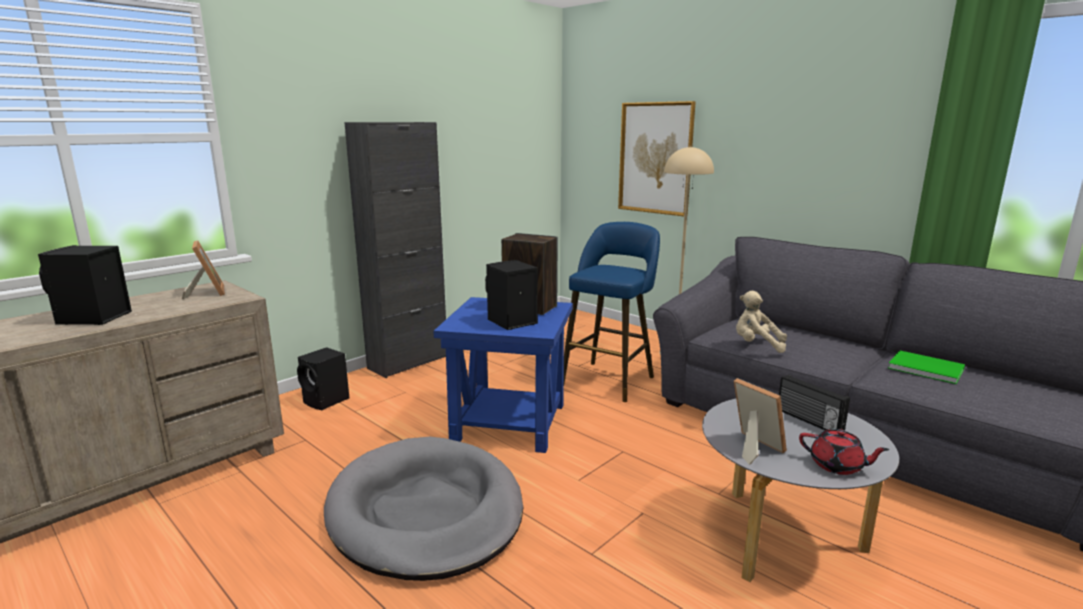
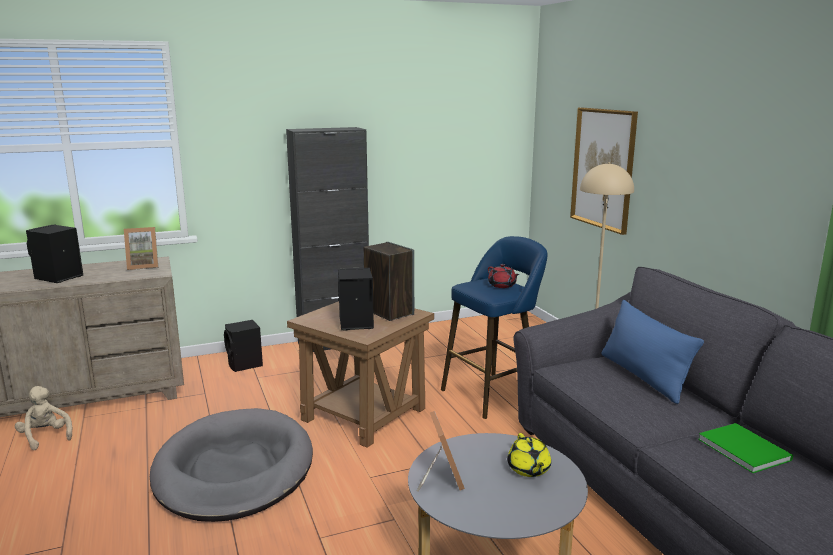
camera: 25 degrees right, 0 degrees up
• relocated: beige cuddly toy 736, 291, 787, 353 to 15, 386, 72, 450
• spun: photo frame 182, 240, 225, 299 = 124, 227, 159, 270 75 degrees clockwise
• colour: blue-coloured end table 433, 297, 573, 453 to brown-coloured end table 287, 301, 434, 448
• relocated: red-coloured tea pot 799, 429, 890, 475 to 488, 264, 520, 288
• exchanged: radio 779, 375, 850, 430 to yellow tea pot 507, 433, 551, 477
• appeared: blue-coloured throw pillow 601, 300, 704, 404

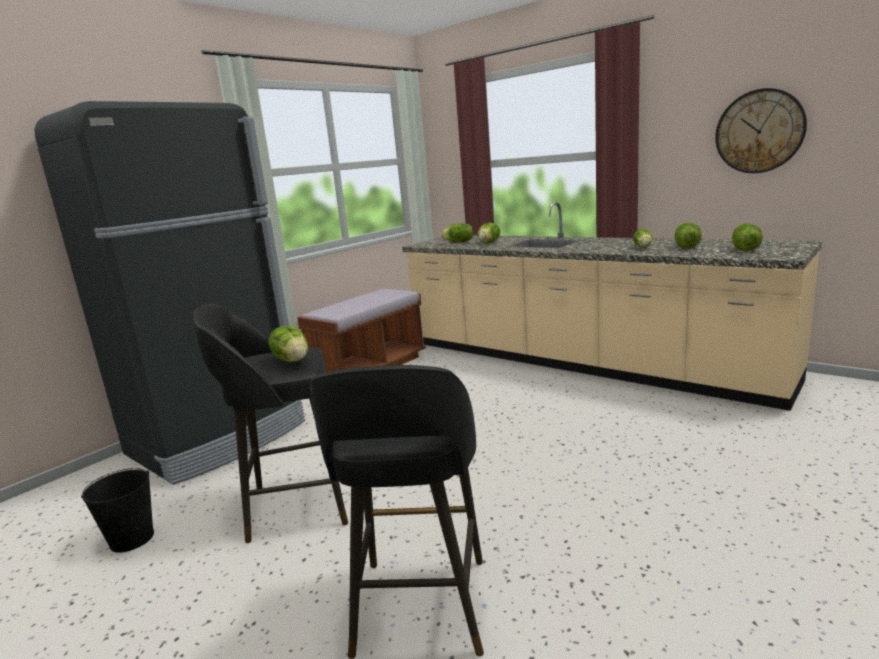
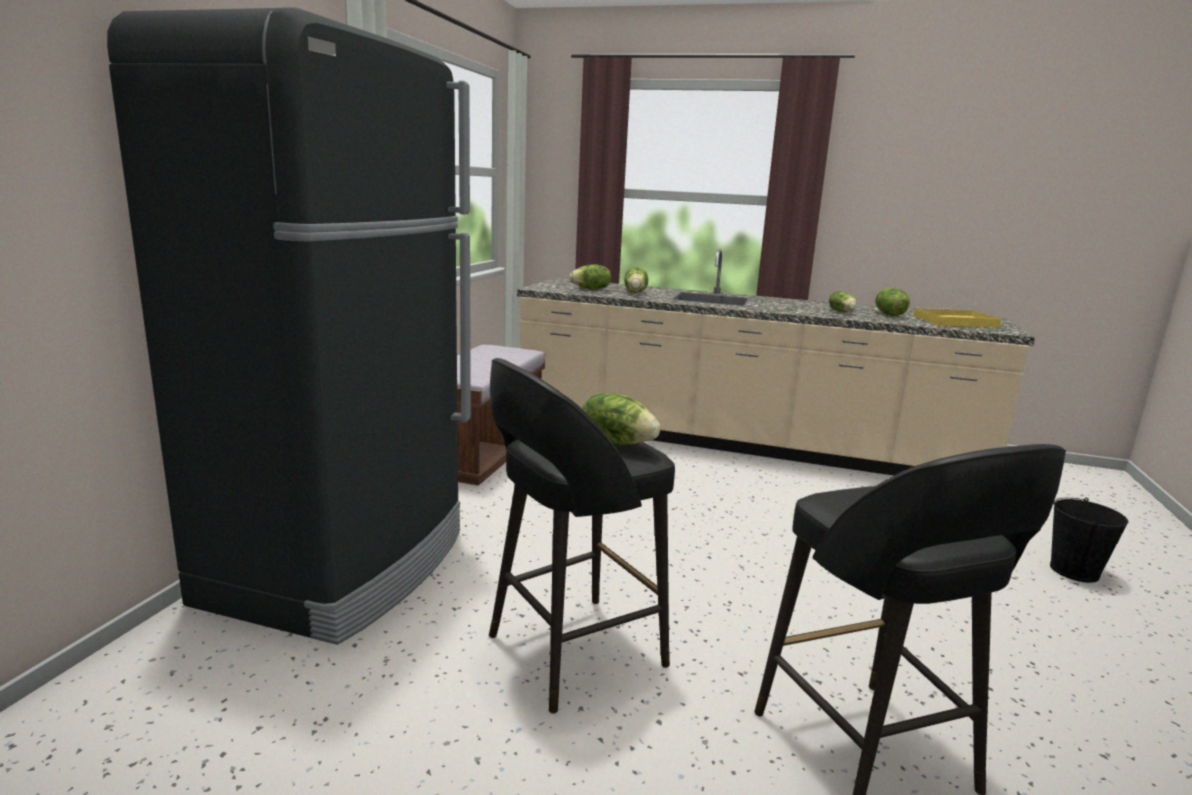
camera: 25 degrees left, 0 degrees up
• exchanged: lettuce 732, 223, 763, 251 to yellow serving tray 913, 308, 1002, 328
• relocated: black water bucket 81, 468, 154, 553 to 1050, 498, 1128, 583
• missing: wall clock 715, 88, 807, 173

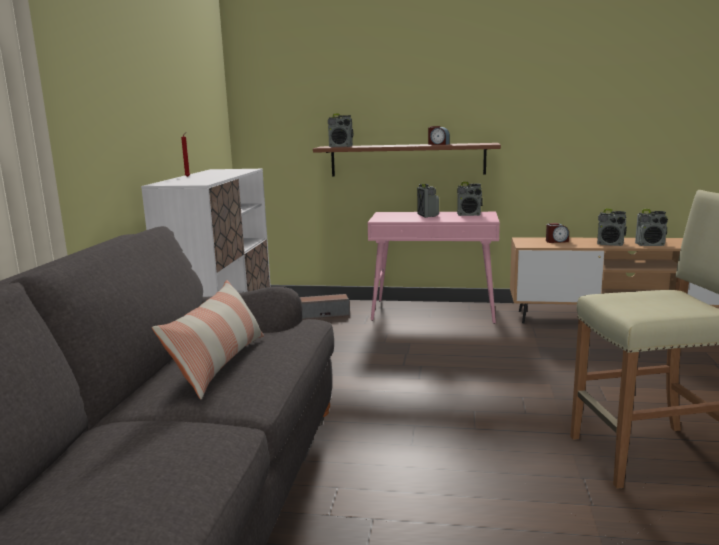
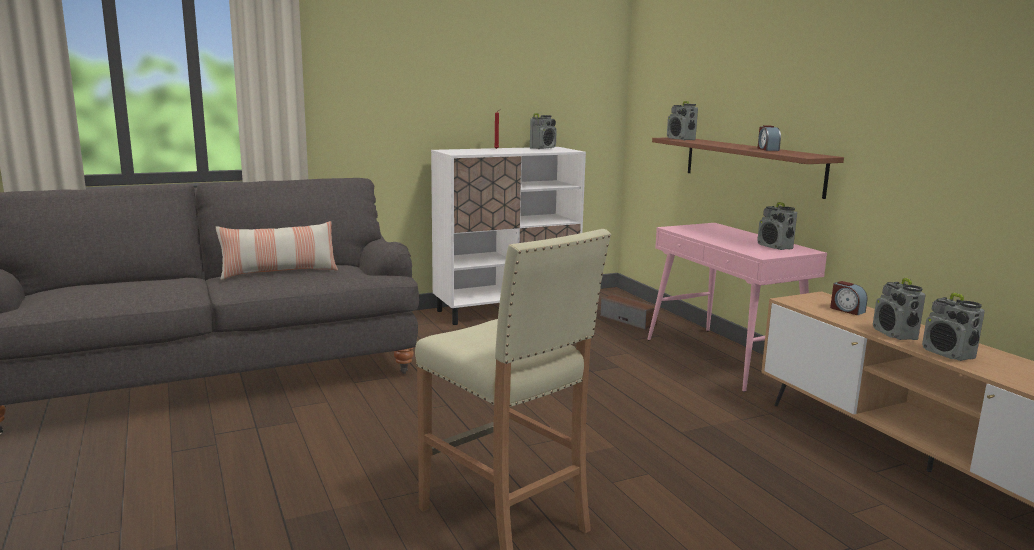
camera: 55 degrees right, 0 degrees up
• relocated: radio 417, 184, 439, 218 to 530, 113, 557, 149

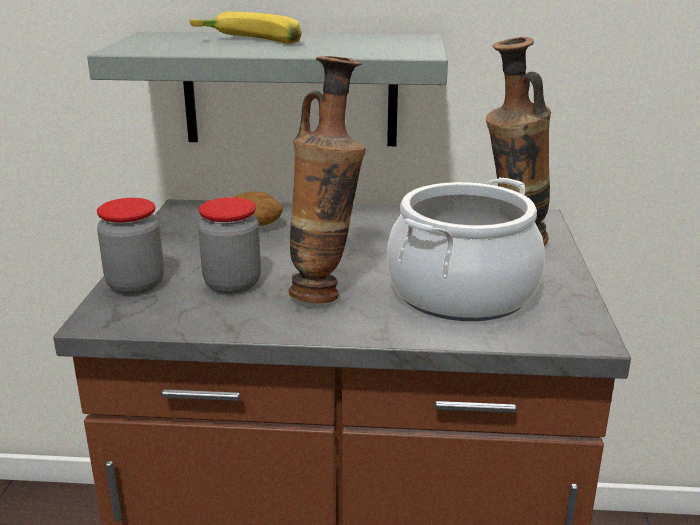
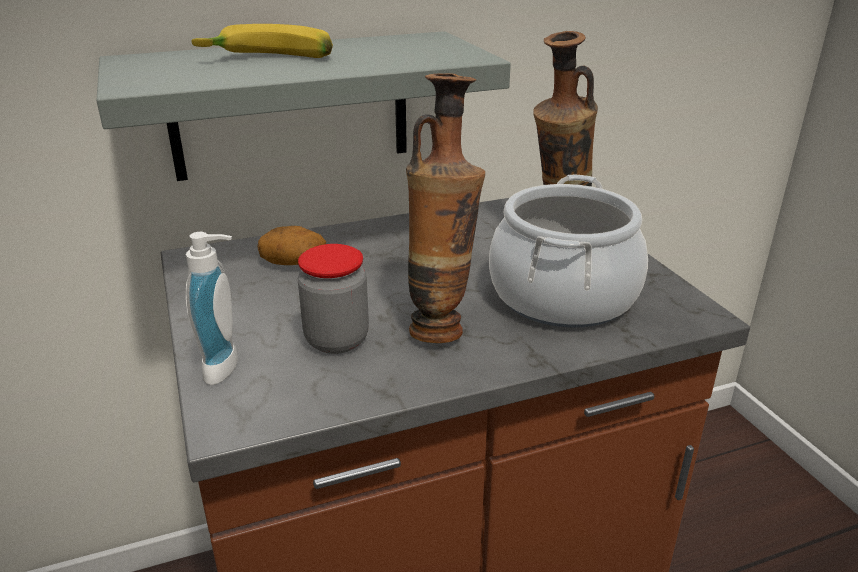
camera: 25 degrees left, 5 degrees up
• exchanged: storage jar 97, 198, 164, 294 to soap bottle 186, 232, 238, 385

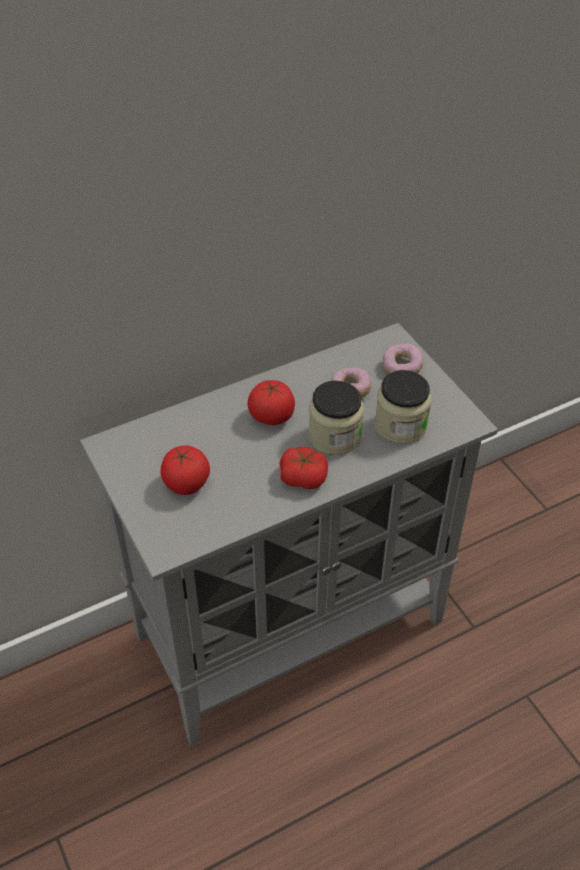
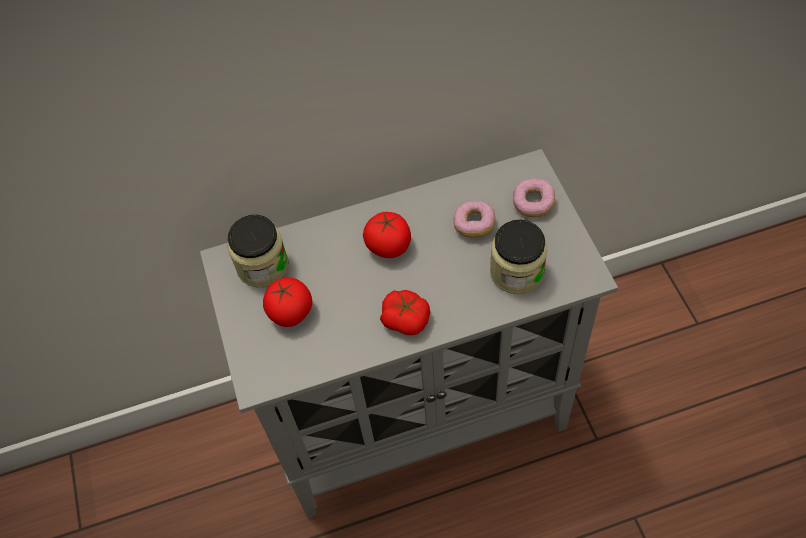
camera: 15 degrees right, 10 degrees up
• relocated: storage jar 309, 381, 364, 455 to 228, 215, 289, 287

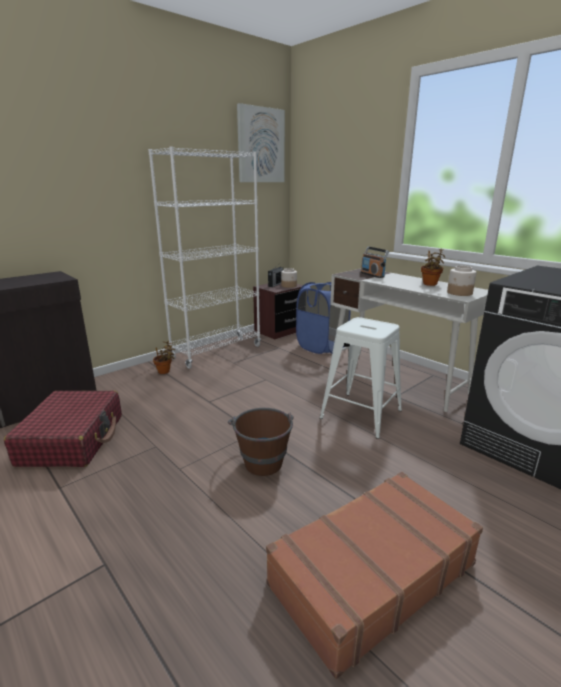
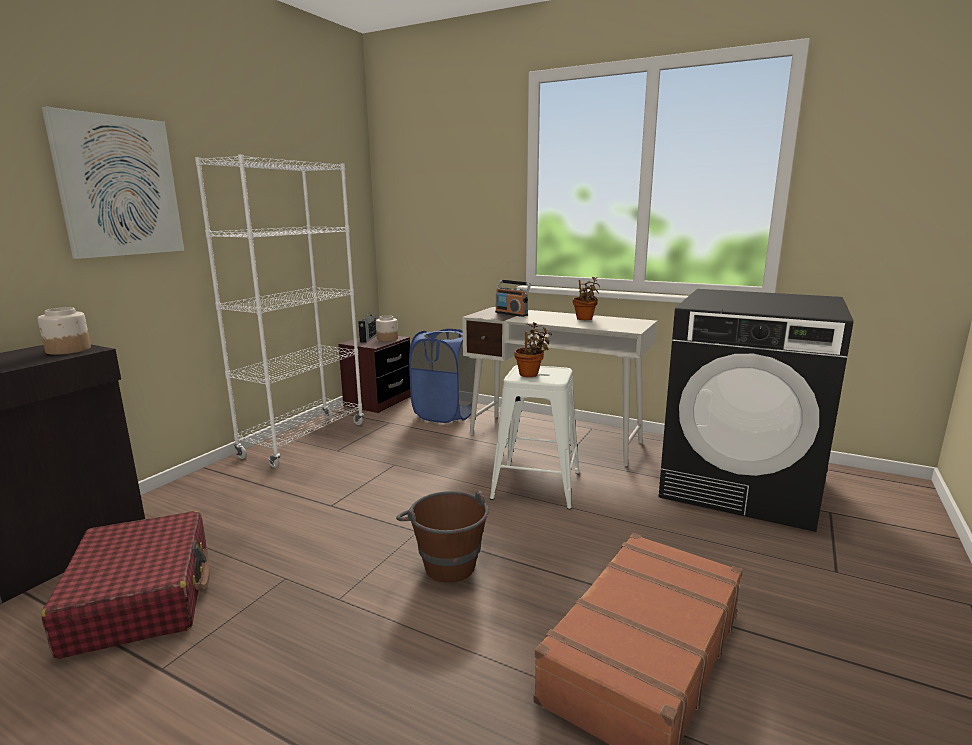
camera: 20 degrees left, 5 degrees down
• relocated: storage jar 447, 266, 476, 296 to 38, 307, 91, 355
• relocated: wall picture 237, 103, 285, 182 to 42, 107, 184, 259
• relocated: potted plant 153, 341, 175, 374 to 514, 322, 552, 377

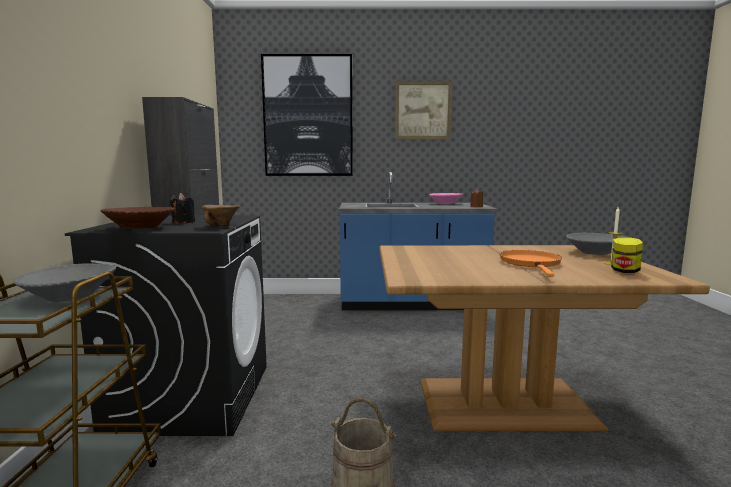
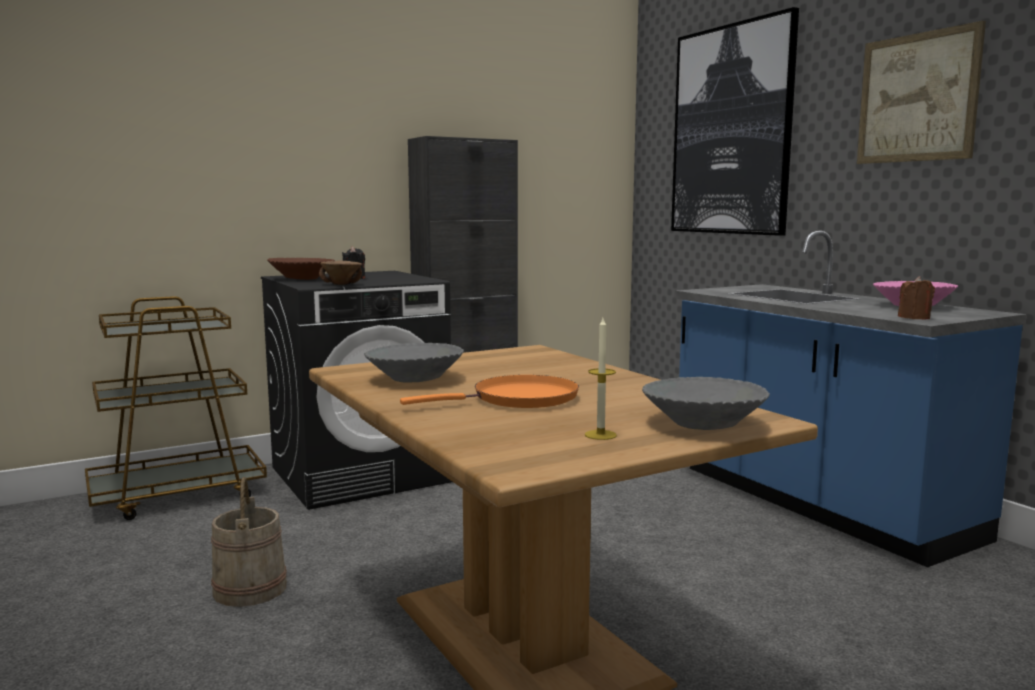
camera: 60 degrees right, 0 degrees up
• relocated: greyish deep dish 14, 263, 116, 302 to 364, 343, 464, 383
• missing: storage jar 611, 237, 643, 273

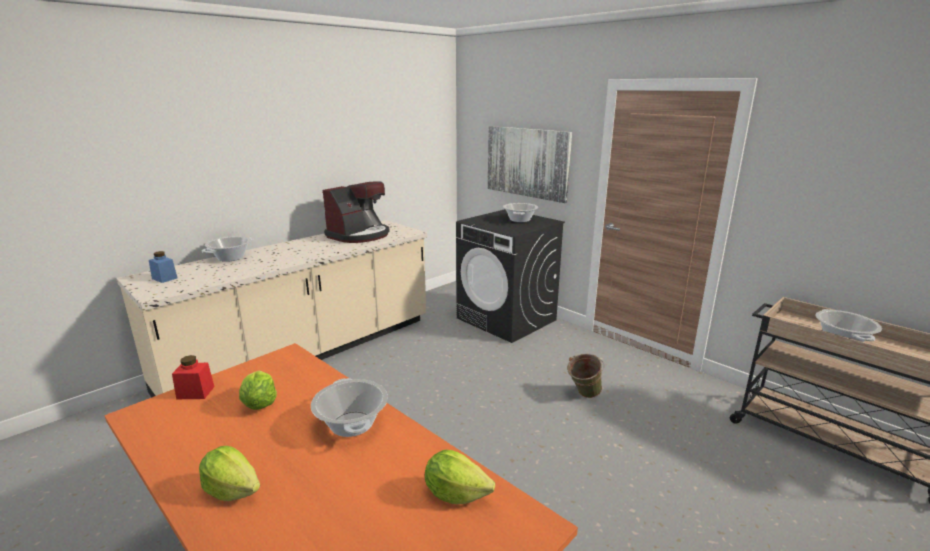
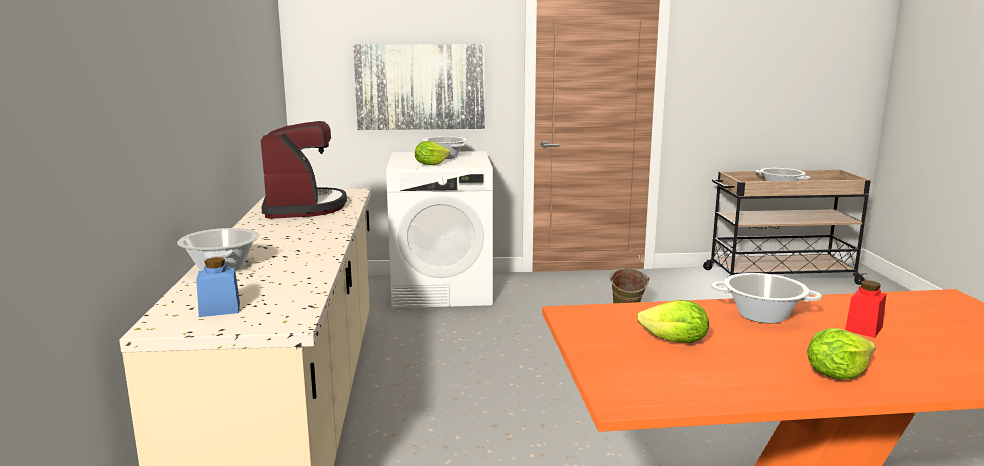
camera: 50 degrees left, 5 degrees down
• colour: black washing machine 456, 209, 565, 343 to whitish washing machine 386, 151, 493, 308
• relocated: lettuce 425, 450, 495, 504 to 415, 141, 450, 165
• relocated: red-coloured storage jar 172, 355, 215, 399 to 845, 280, 886, 338

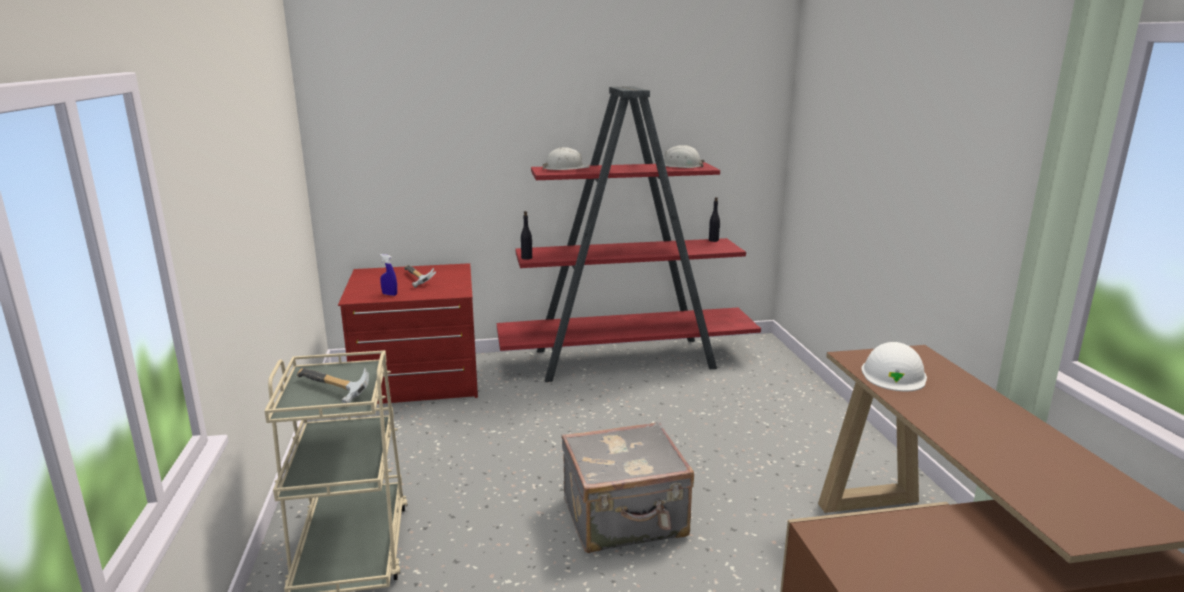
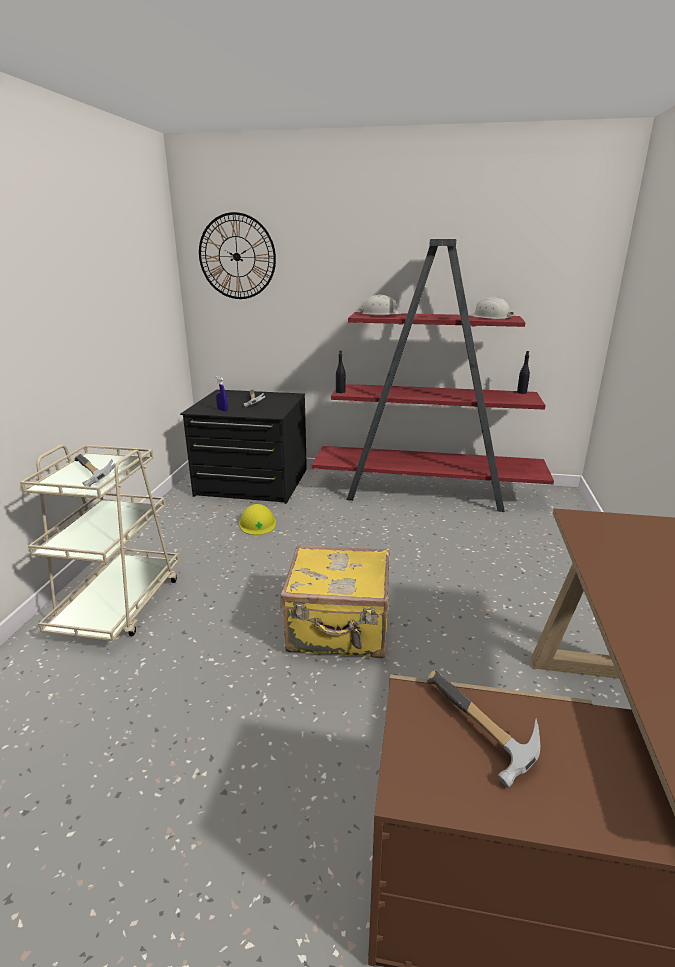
camera: 20 degrees right, 5 degrees up
• colour: red-coloured chest of drawers 338, 263, 478, 404 to black chest of drawers 180, 390, 307, 504
• appeared: wall clock 199, 212, 276, 299
• appeared: yellow hard hat 239, 504, 276, 535
• colour: greyish suitcase 561, 421, 694, 553 to yellow suitcase 281, 545, 390, 658
• appeared: hammer 427, 670, 540, 788
• missing: whitish hard hat 861, 342, 927, 391

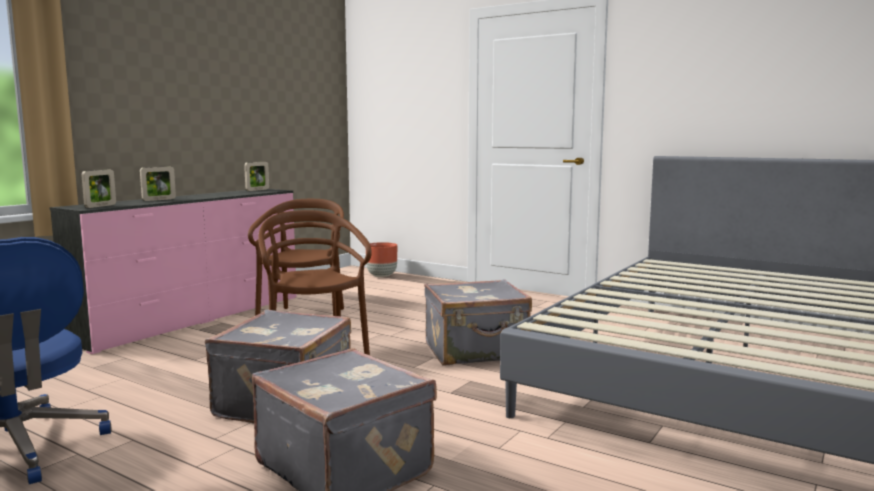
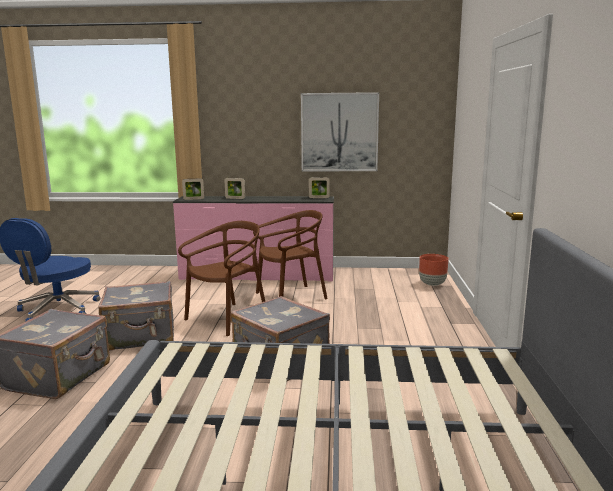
camera: 60 degrees right, 5 degrees up
• appeared: wall picture 301, 92, 379, 171

